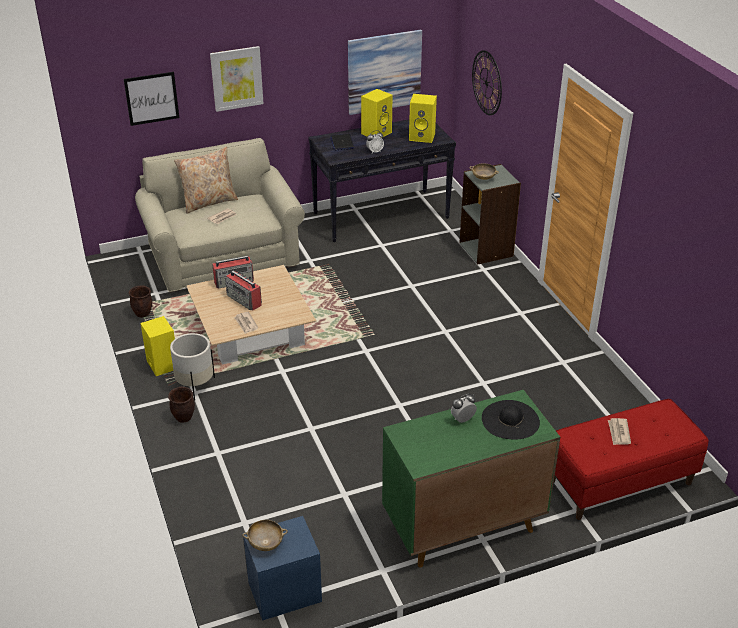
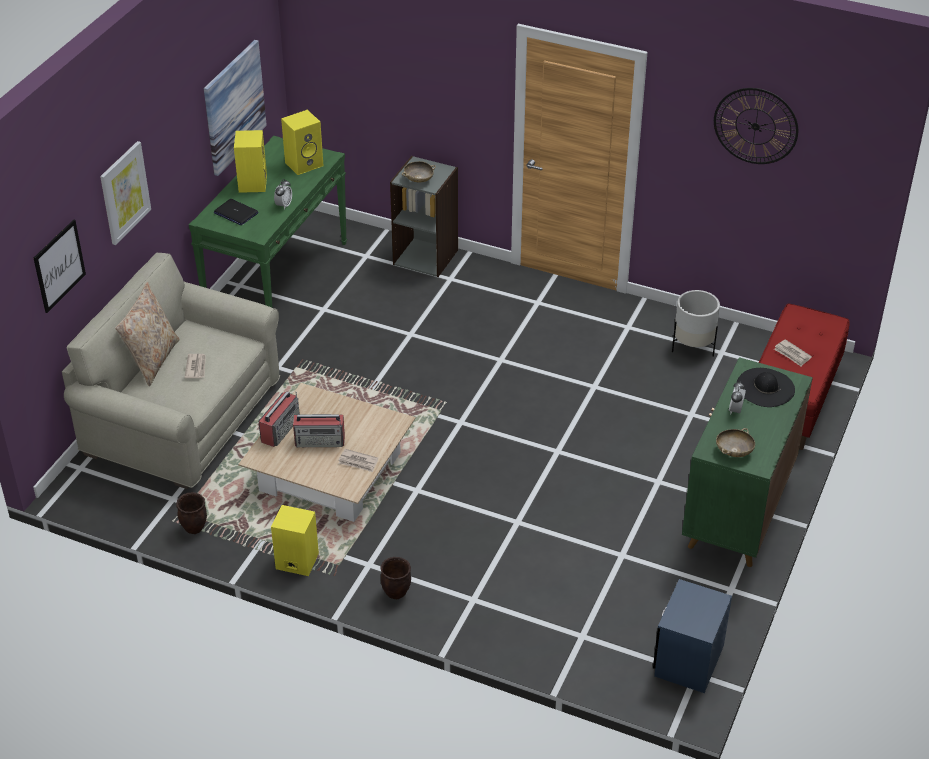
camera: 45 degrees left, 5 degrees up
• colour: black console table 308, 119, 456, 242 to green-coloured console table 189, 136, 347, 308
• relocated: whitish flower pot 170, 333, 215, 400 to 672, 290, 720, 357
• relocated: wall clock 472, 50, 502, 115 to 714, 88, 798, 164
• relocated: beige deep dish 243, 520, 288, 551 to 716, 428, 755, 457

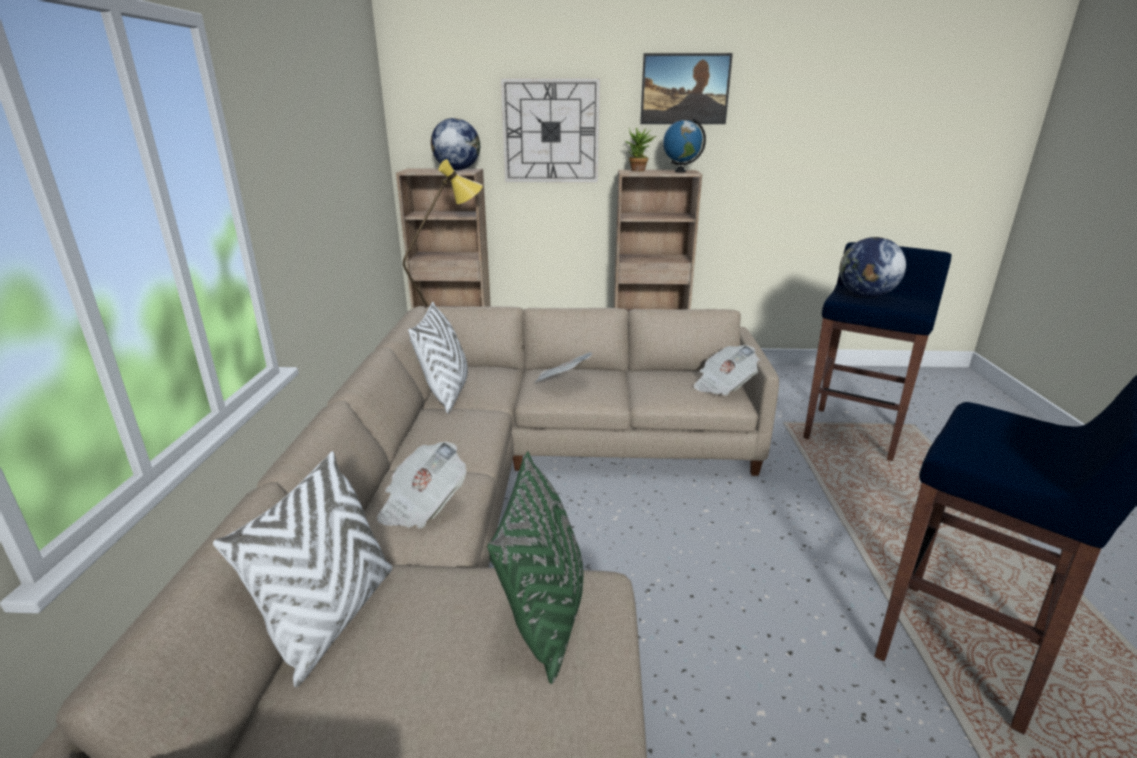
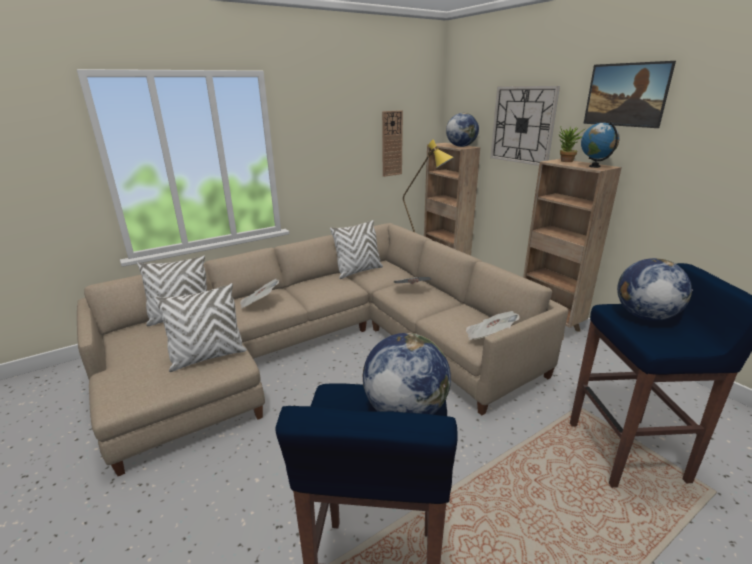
camera: 55 degrees right, 0 degrees up
• colour: green-coloured throw pillow 487, 452, 583, 684 to whitish throw pillow 154, 283, 247, 372
• appeared: world globe 363, 333, 451, 415
• appeared: wall clock 382, 110, 403, 177

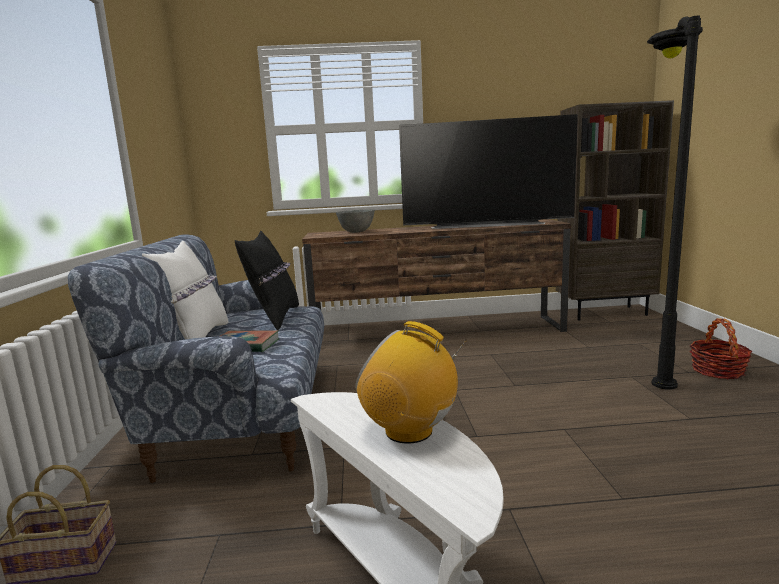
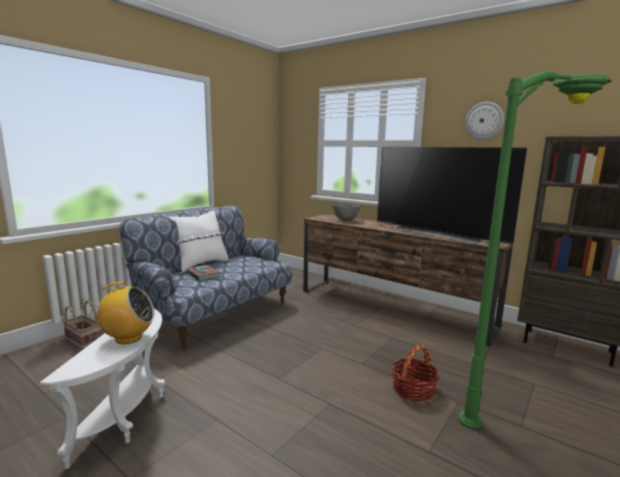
camera: 40 degrees right, 0 degrees up
• spun: radio 355, 321, 467, 444 = 91, 282, 155, 344 105 degrees clockwise
• relocated: basket 690, 318, 753, 379 to 392, 345, 440, 402
• colour: black standard lamp 647, 16, 703, 390 to green-coloured standard lamp 458, 71, 612, 429
• appeared: wall clock 465, 102, 504, 140
• missing: black throw pillow 235, 231, 299, 330

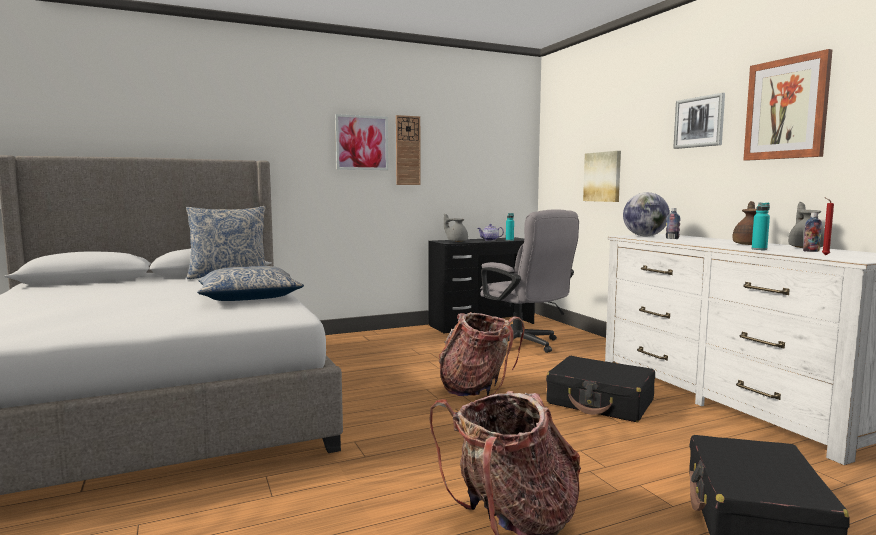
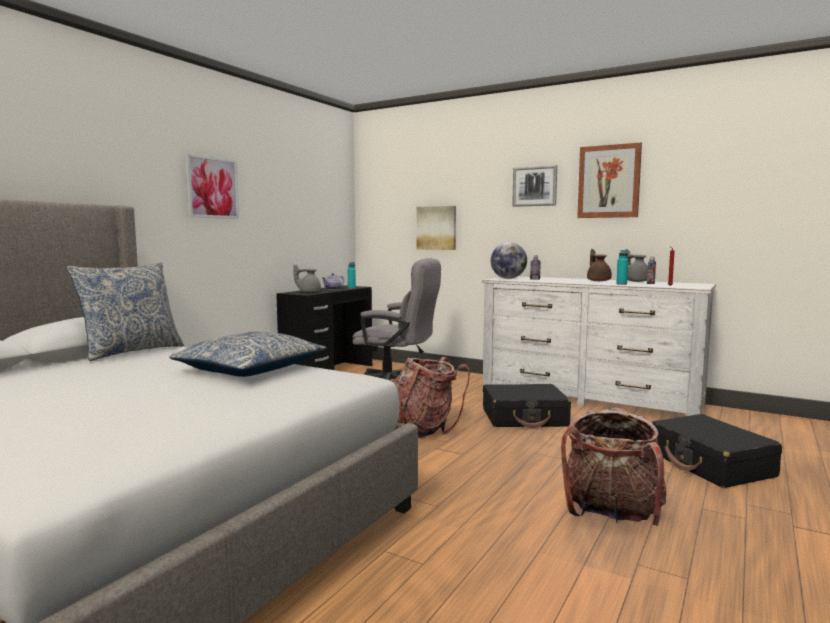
camera: 35 degrees left, 0 degrees up
• missing: wall clock 396, 115, 421, 185

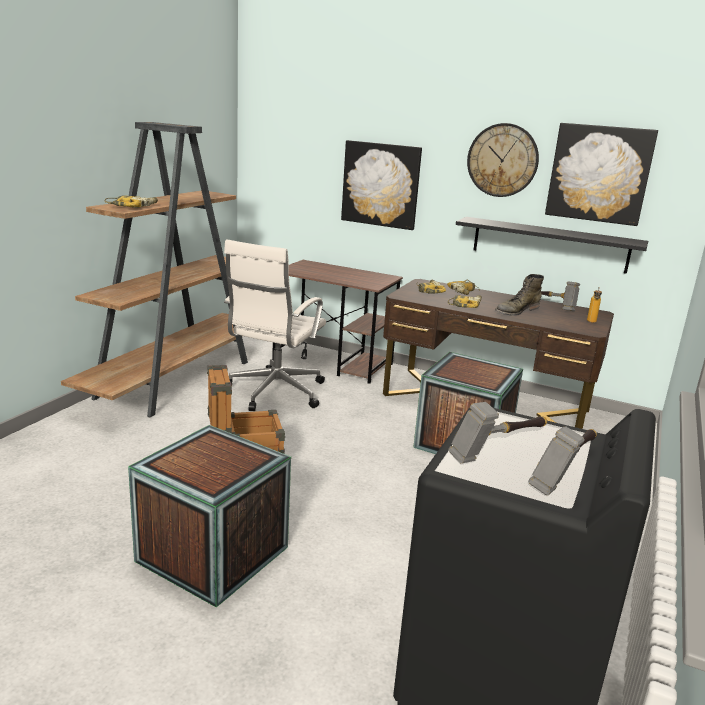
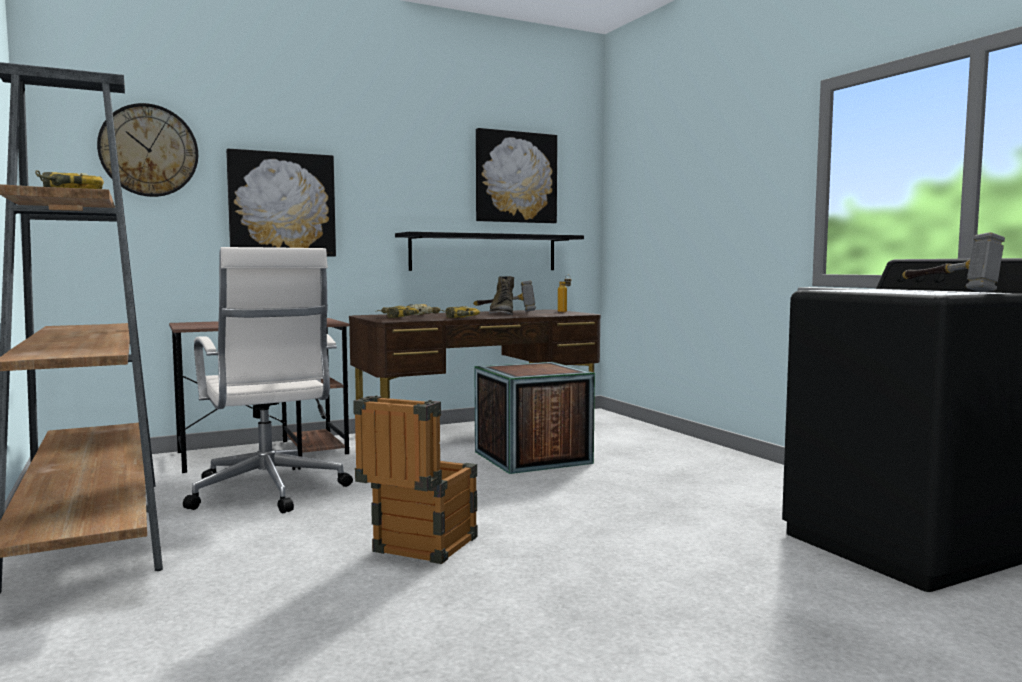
camera: 50 degrees left, 15 degrees down
• relocated: wall clock 467, 123, 539, 197 to 97, 103, 198, 197
• missing: packing crate 128, 425, 291, 607
• missing: hammer 448, 402, 547, 464

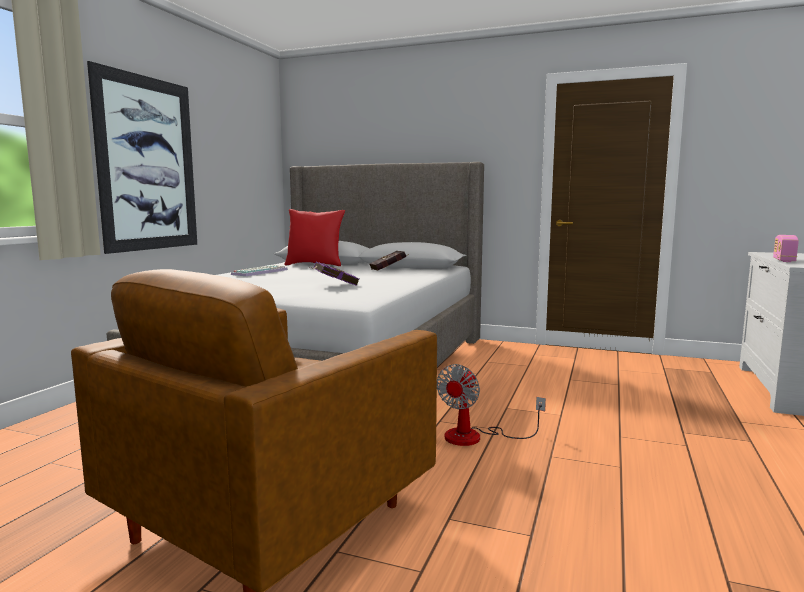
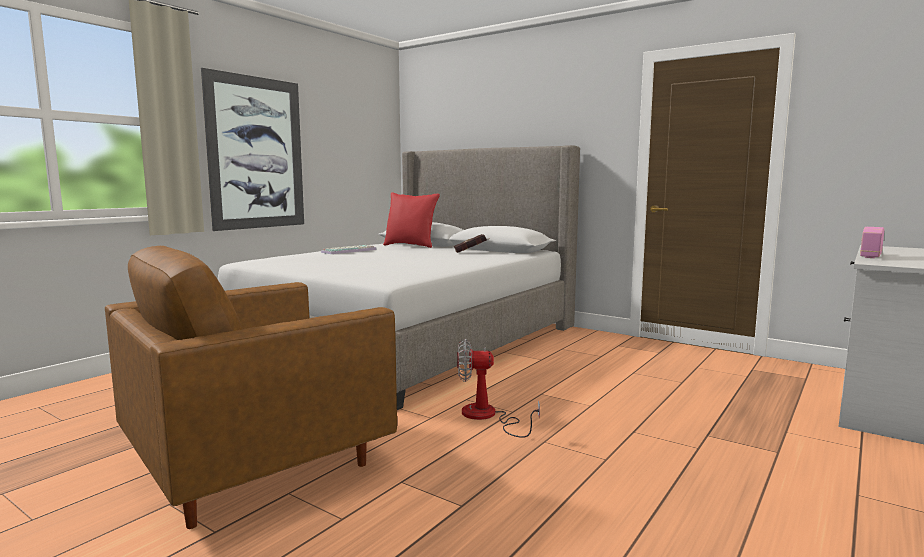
camera: 15 degrees right, 0 degrees up
• spun: electric fan 437, 364, 546, 446 = 457, 339, 540, 438 45 degrees clockwise
• missing: purple-coloured bound book 310, 262, 359, 286

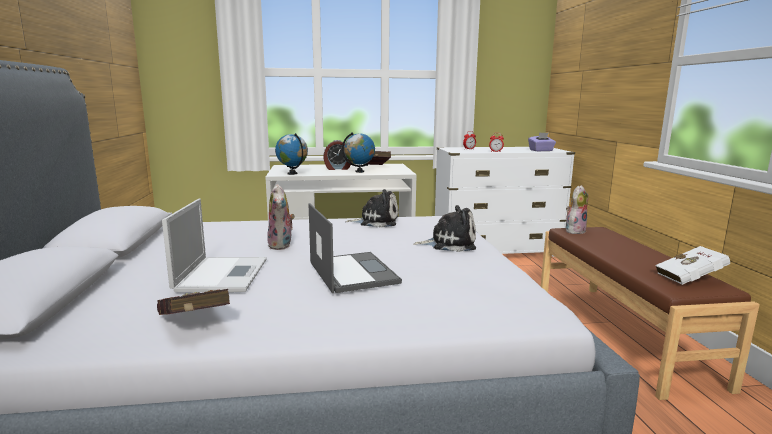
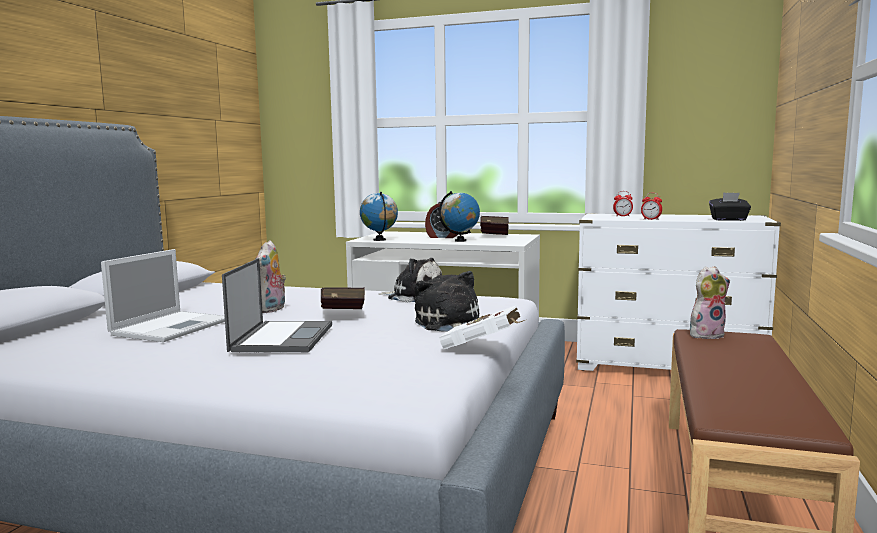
camera: 25 degrees right, 5 degrees down
• relocated: red-coloured bound book 157, 289, 230, 315 to 321, 287, 365, 309
• spun: cuddly toy 413, 205, 476, 252 = 415, 271, 479, 332 135 degrees counterclockwise
• relocated: whitish bound book 655, 246, 730, 285 to 439, 305, 525, 349
• colour: purple-coloured tissue box 528, 132, 556, 151 to black tissue box 709, 192, 751, 221

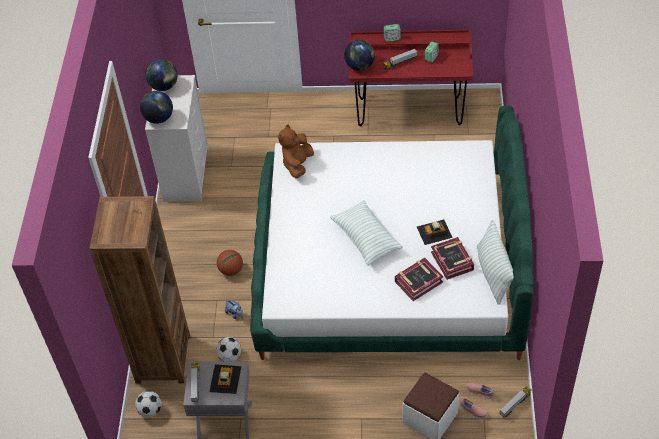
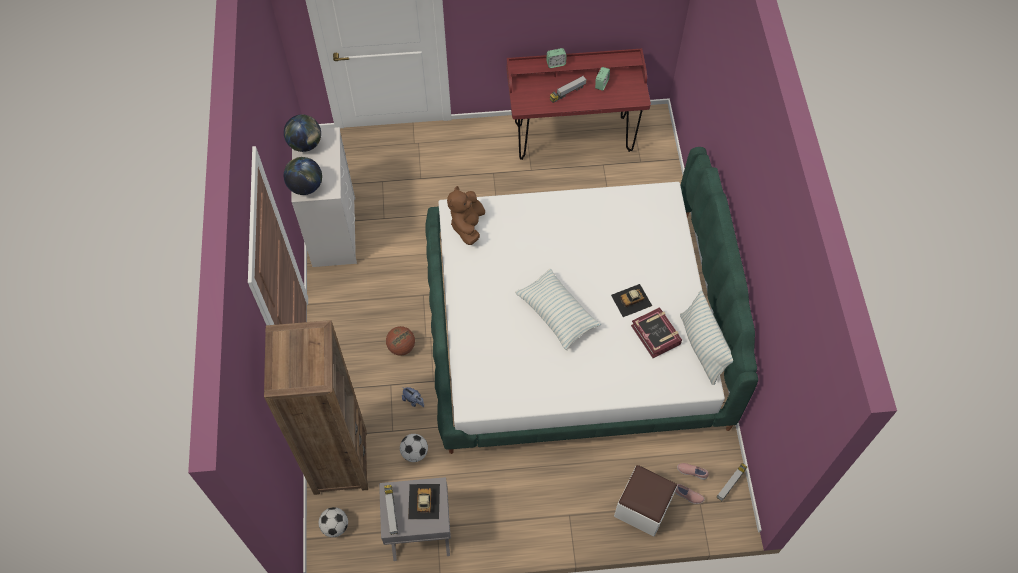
camera: 10 degrees left, 10 degrees up
• missing: world globe 344, 40, 375, 71
• missing: bound book 395, 258, 444, 301

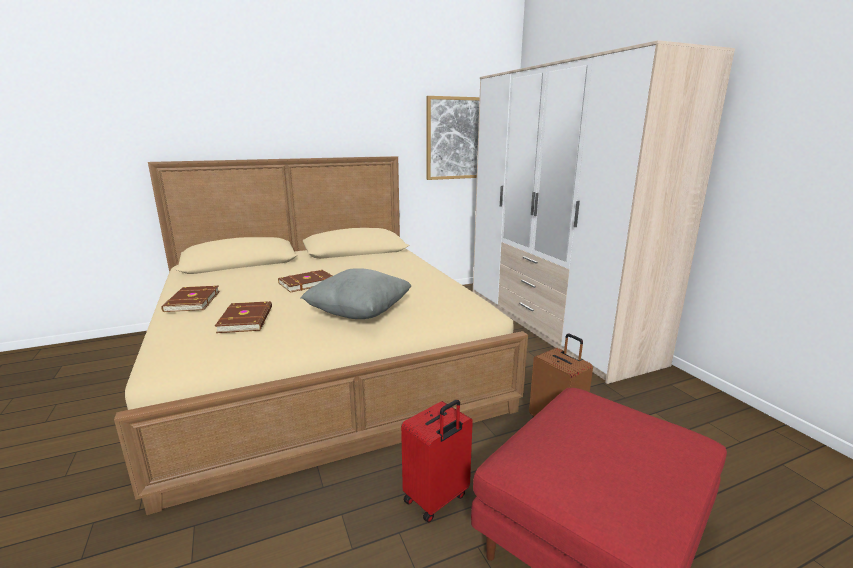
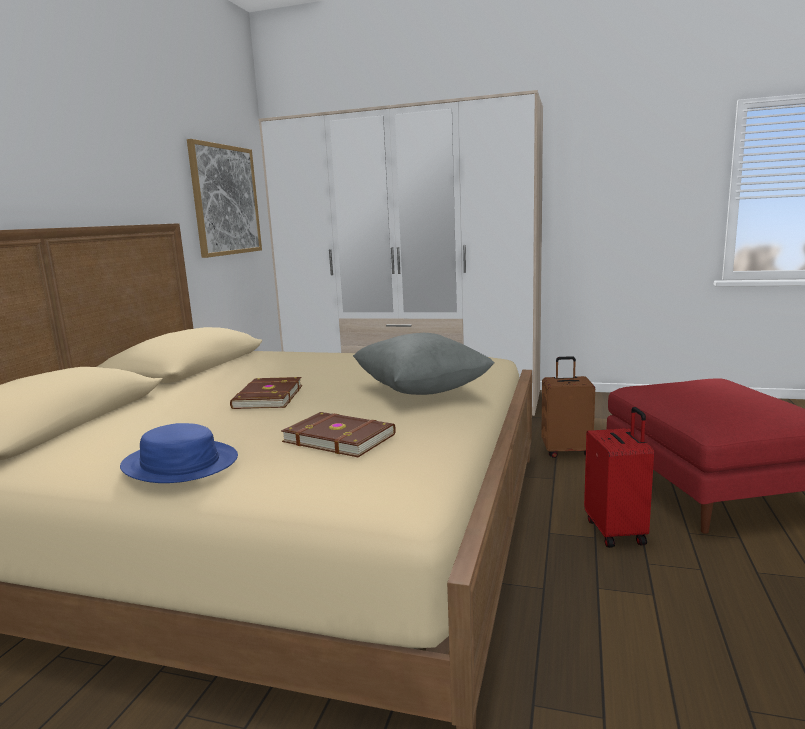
camera: 50 degrees left, 5 degrees down
• exchanged: brown-coloured bound book 161, 286, 220, 312 to blue-coloured hat 120, 423, 238, 483

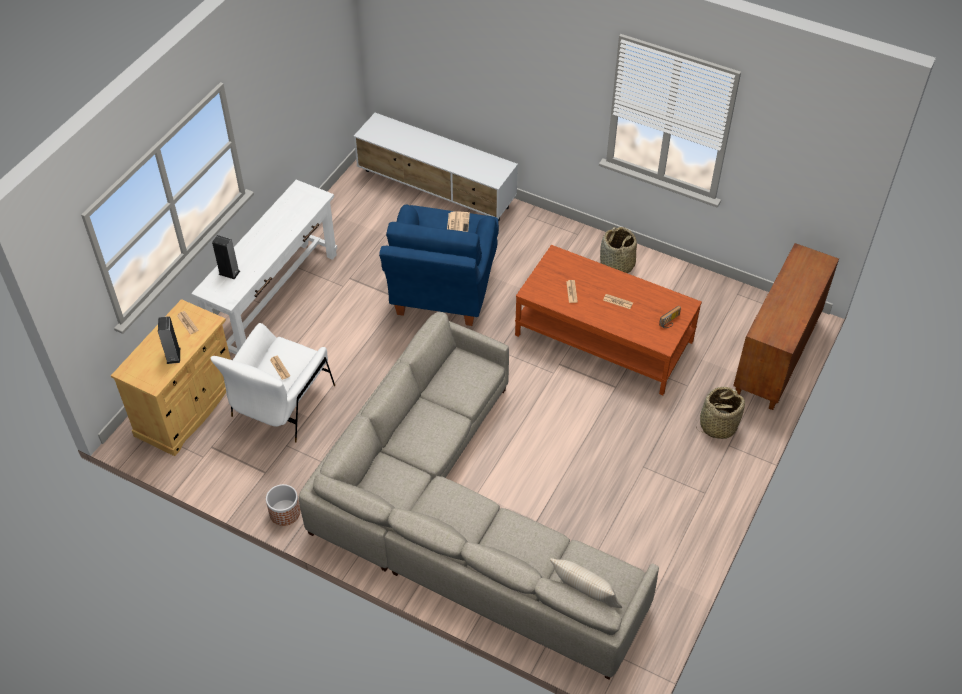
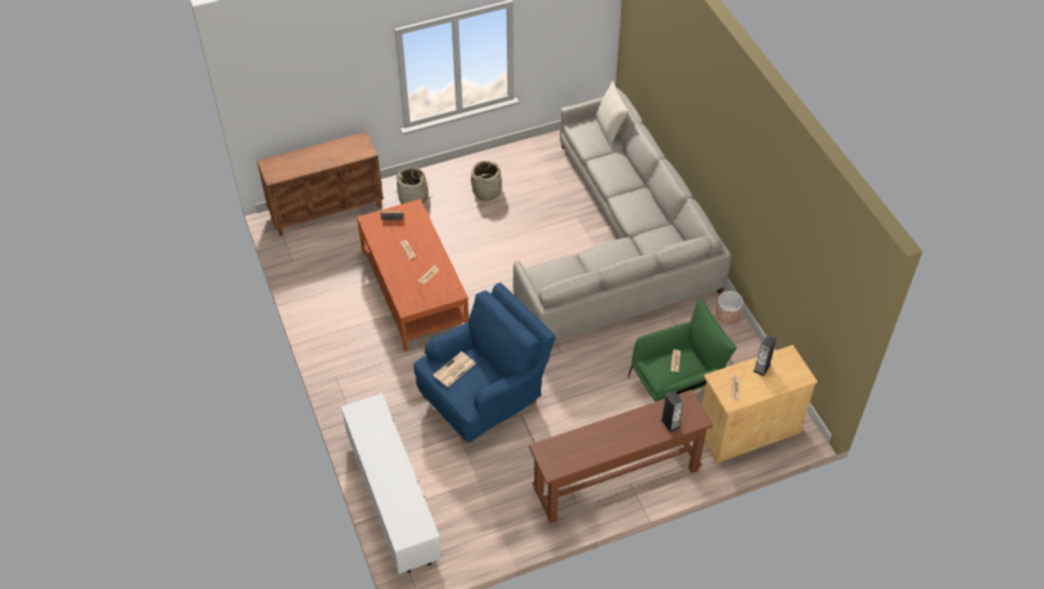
camera: 140 degrees left, 0 degrees up
• relocated: basket 600, 227, 637, 273 to 471, 161, 501, 201
• colour: whitish console table 191, 180, 338, 354 to brown-coloured console table 529, 390, 713, 524
• colour: whitish armchair 210, 323, 335, 443 to green-coloured armchair 628, 298, 737, 402

